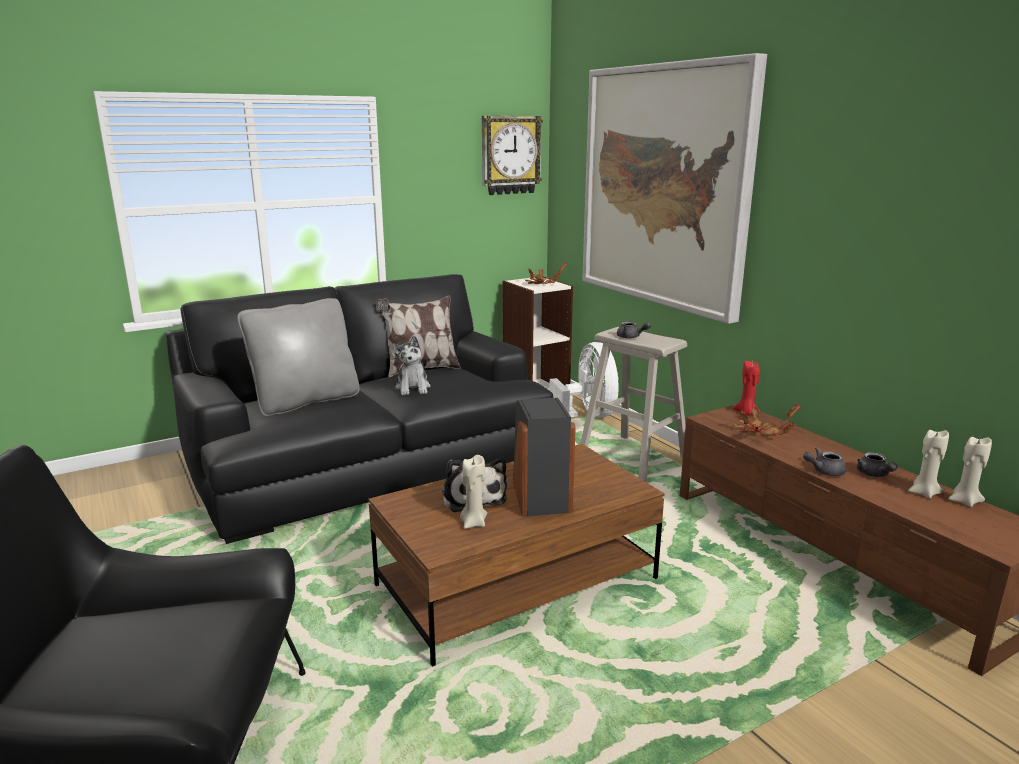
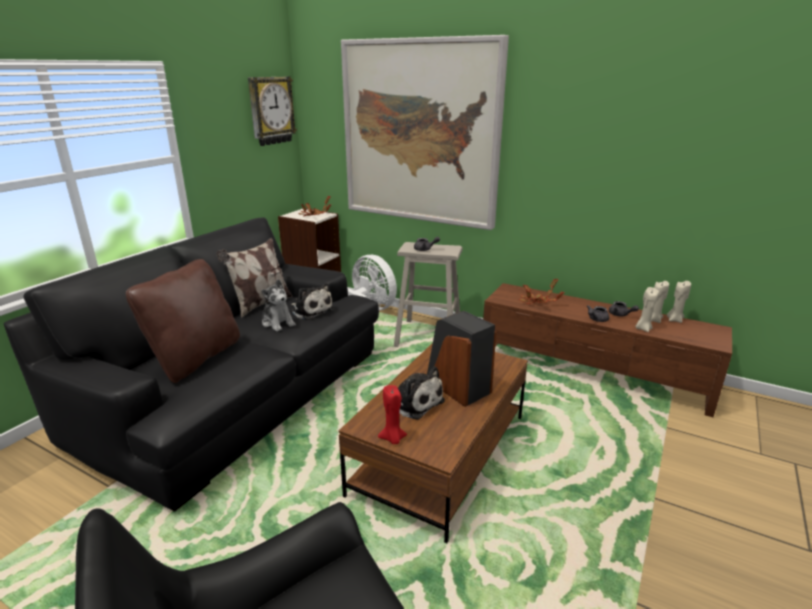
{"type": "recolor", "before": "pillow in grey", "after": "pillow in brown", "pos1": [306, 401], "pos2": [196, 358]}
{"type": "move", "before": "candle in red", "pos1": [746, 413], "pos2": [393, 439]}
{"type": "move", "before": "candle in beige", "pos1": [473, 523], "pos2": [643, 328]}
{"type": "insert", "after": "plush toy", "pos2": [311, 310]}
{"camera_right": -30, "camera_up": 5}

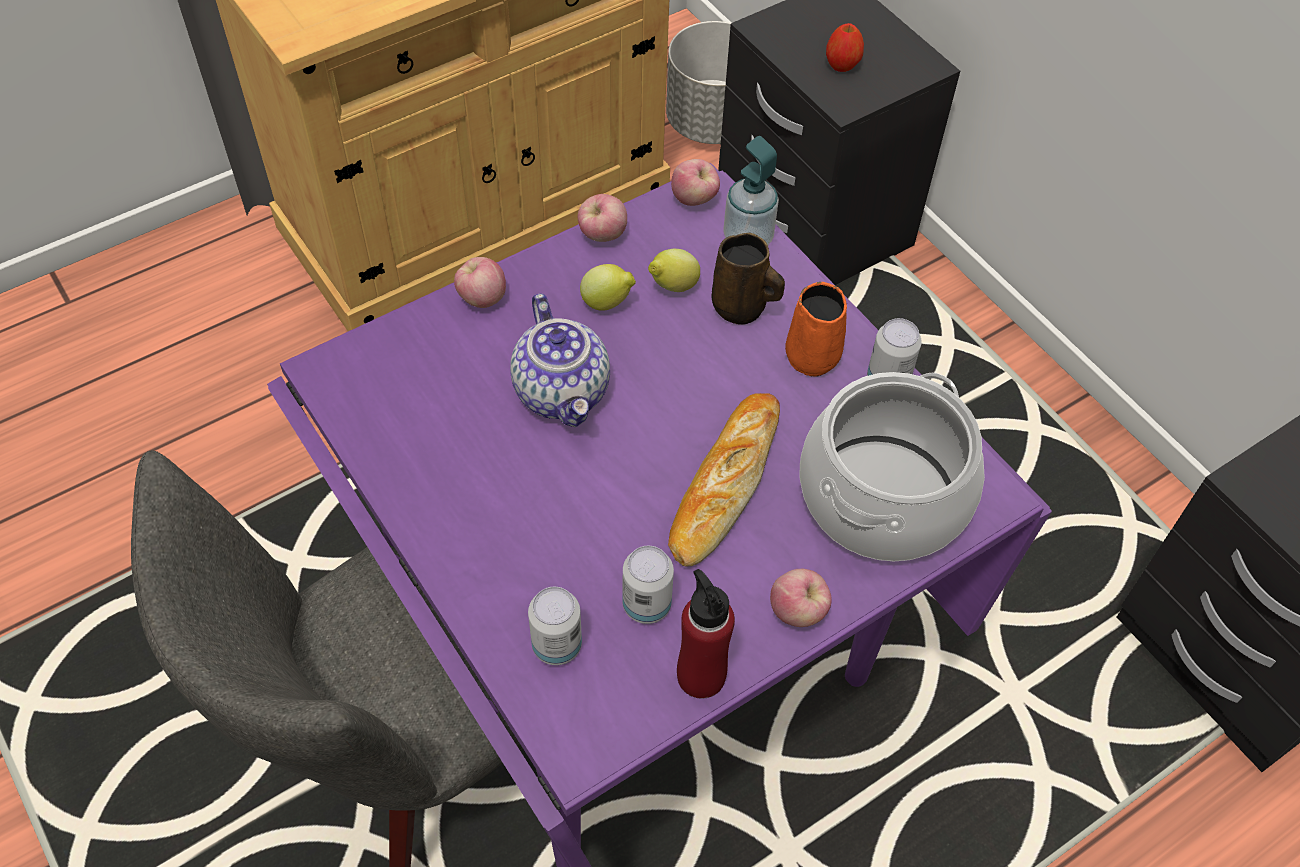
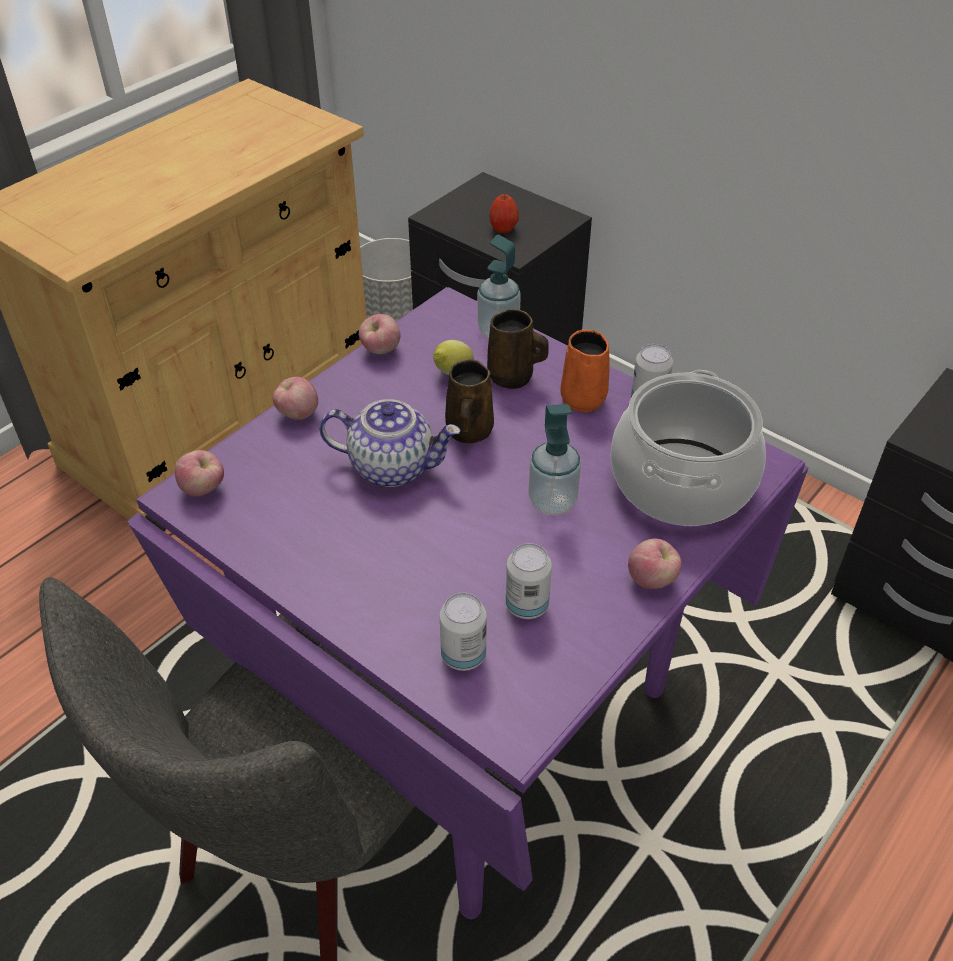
{"type": "move", "before": "apple", "pos1": [694, 199], "pos2": [203, 489]}
{"type": "delete", "before": "lemon", "pos1": [608, 303]}
{"type": "rotate", "before": "teapot", "pos1": [563, 392], "pos2": [393, 466], "turn": -45}
{"type": "replace", "before": "bread", "after": "soap dispenser", "pos1": [724, 483], "pos2": [552, 502]}
{"type": "delete", "before": "bottle in red", "pos1": [701, 675]}
{"type": "insert", "after": "mug in brown", "pos2": [468, 432]}
{"camera_right": -15, "camera_up": -10}

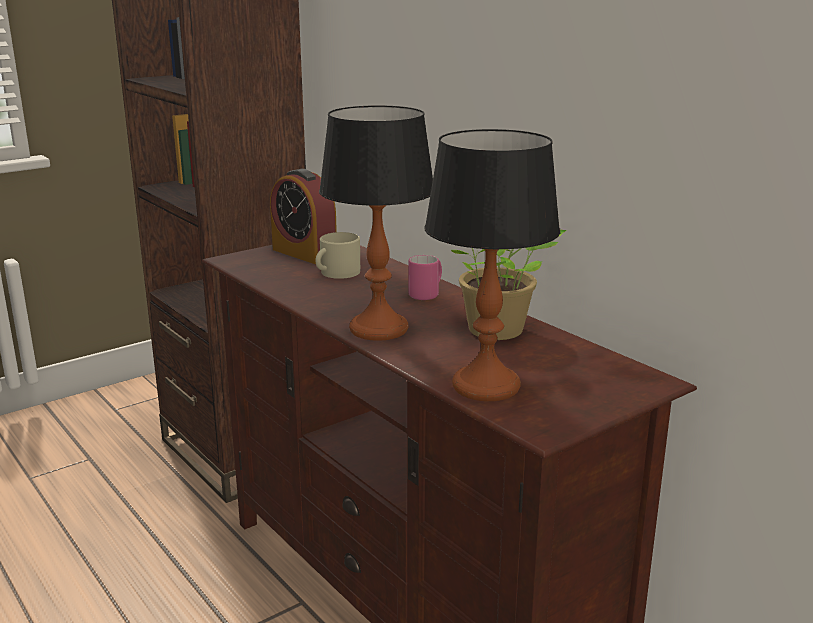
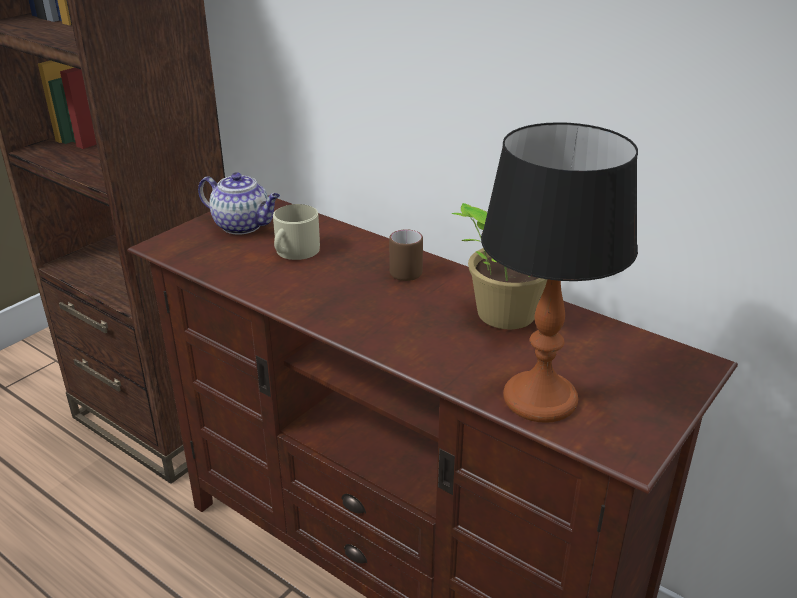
{"type": "delete", "before": "table lamp", "pos1": [378, 329]}
{"type": "replace", "before": "alarm clock", "after": "teapot", "pos1": [304, 253], "pos2": [243, 226]}
{"type": "recolor", "before": "mug in pink", "after": "mug in brown", "pos1": [427, 294], "pos2": [408, 271]}
{"camera_right": -15, "camera_up": 10}

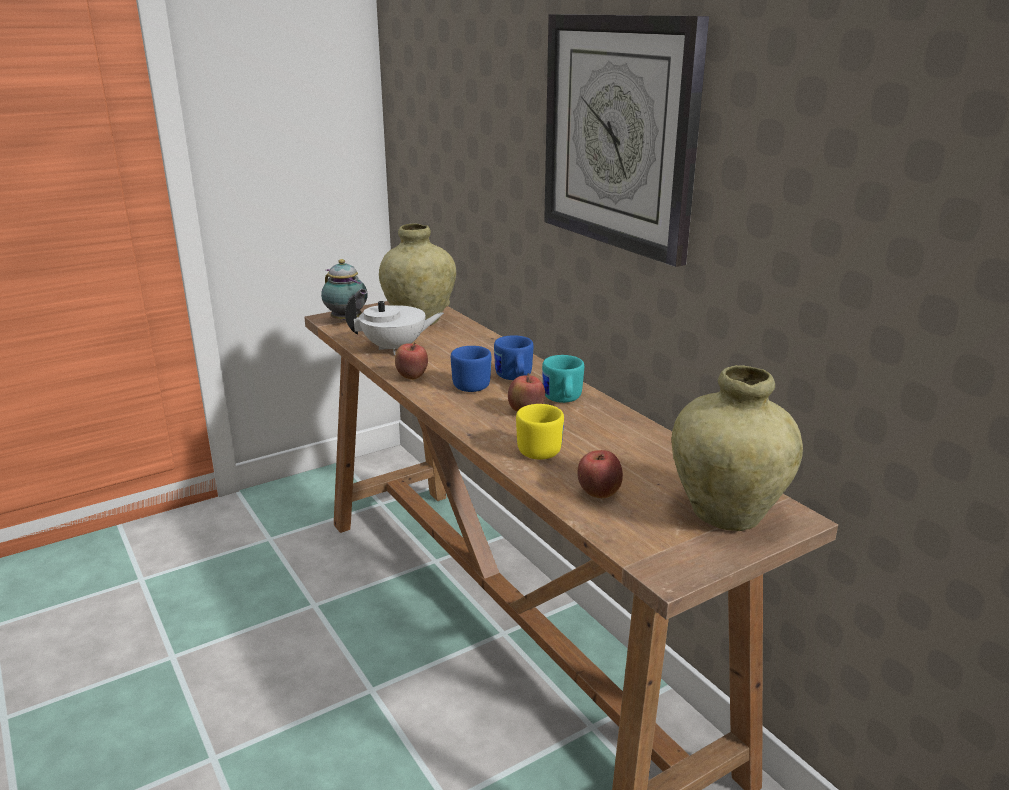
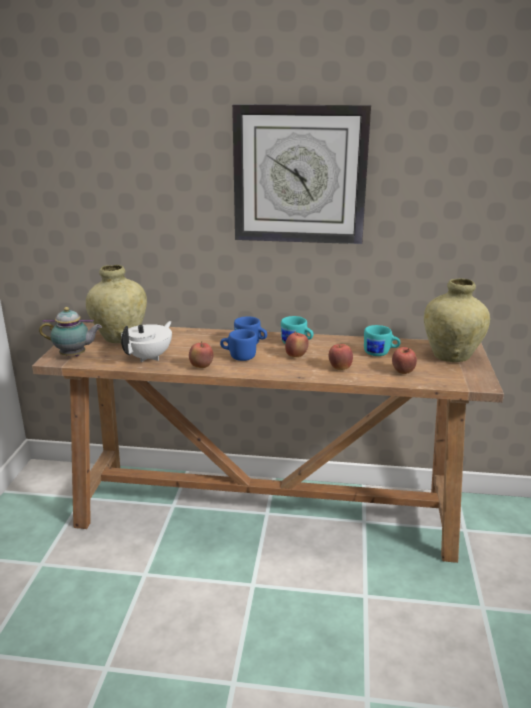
{"type": "replace", "before": "mug in yellow", "after": "apple", "pos1": [536, 449], "pos2": [340, 368]}
{"type": "insert", "after": "mug in turquoise", "pos2": [380, 353]}
{"camera_right": -50, "camera_up": 0}

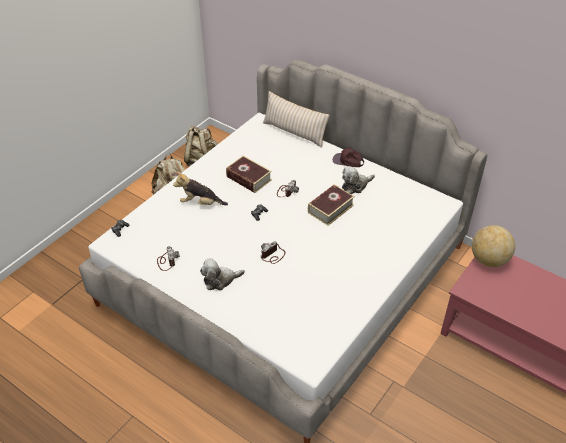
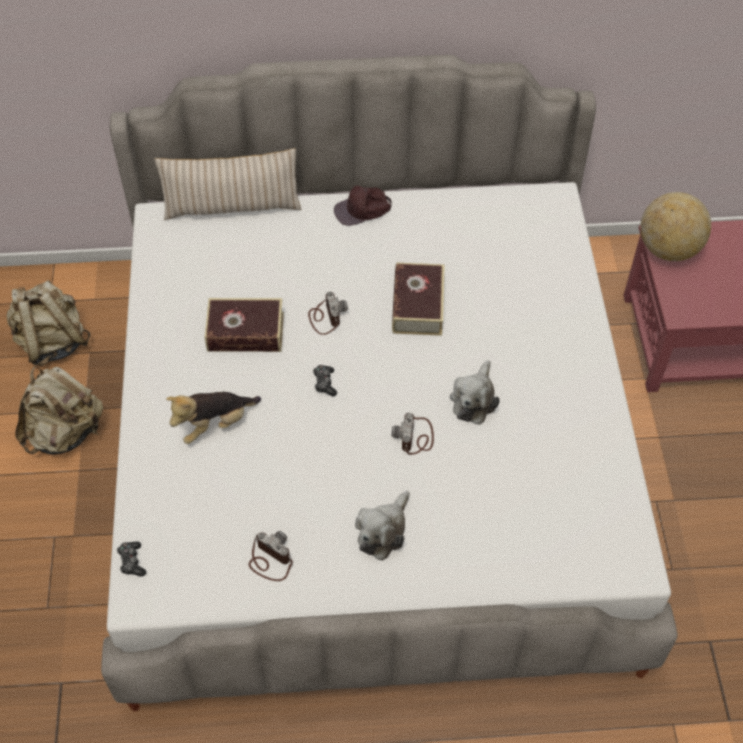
{"type": "move", "before": "plush toy", "pos1": [355, 185], "pos2": [474, 399]}
{"camera_right": -40, "camera_up": 10}

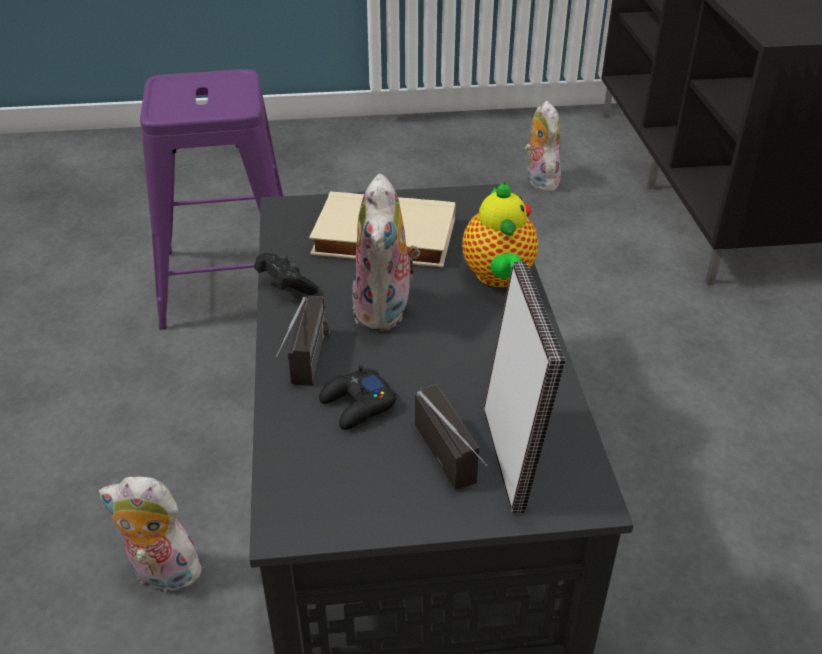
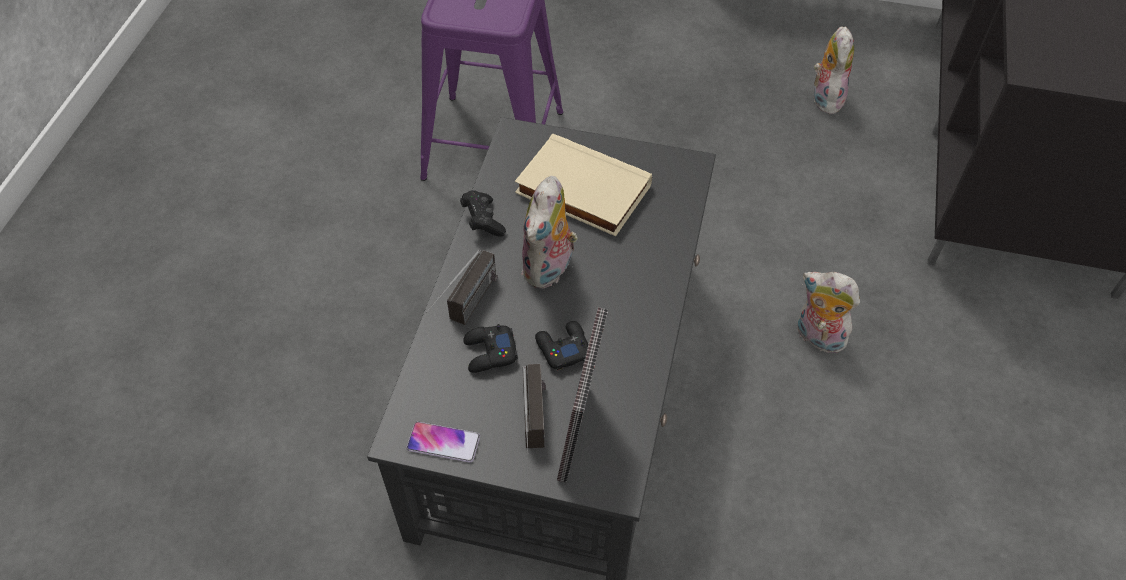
{"type": "delete", "before": "teapot", "pos1": [498, 277]}
{"type": "move", "before": "plush toy", "pos1": [161, 574], "pos2": [817, 337]}
{"type": "insert", "after": "game controller in black", "pos2": [562, 348]}
{"type": "insert", "after": "phone", "pos2": [443, 442]}
{"camera_right": 20, "camera_up": 15}

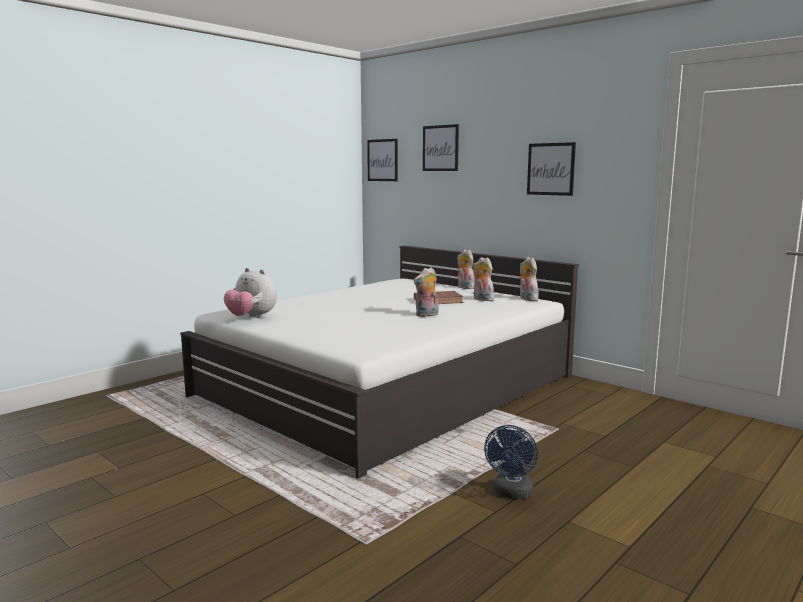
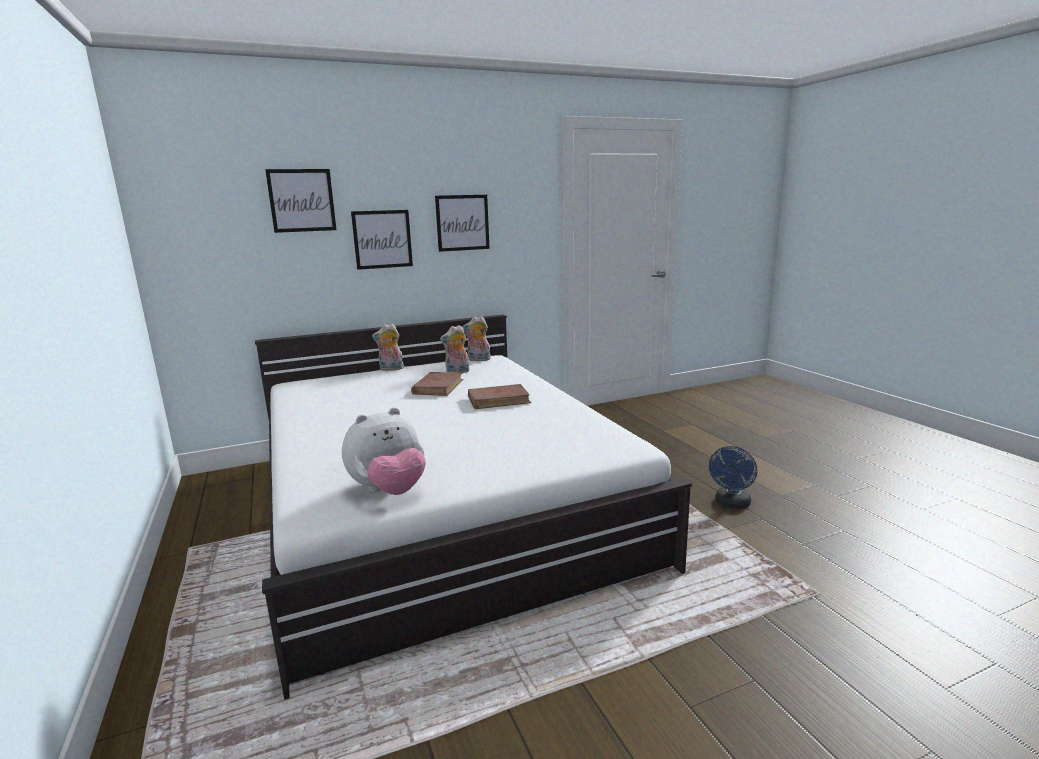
{"type": "move", "before": "picture", "pos1": [382, 160], "pos2": [382, 239]}
{"type": "replace", "before": "plush toy", "after": "book in brown", "pos1": [427, 315], "pos2": [499, 400]}
{"type": "rotate", "before": "fan in blue", "pos1": [511, 493], "pos2": [731, 504], "turn": 75}
{"camera_right": -65, "camera_up": 5}

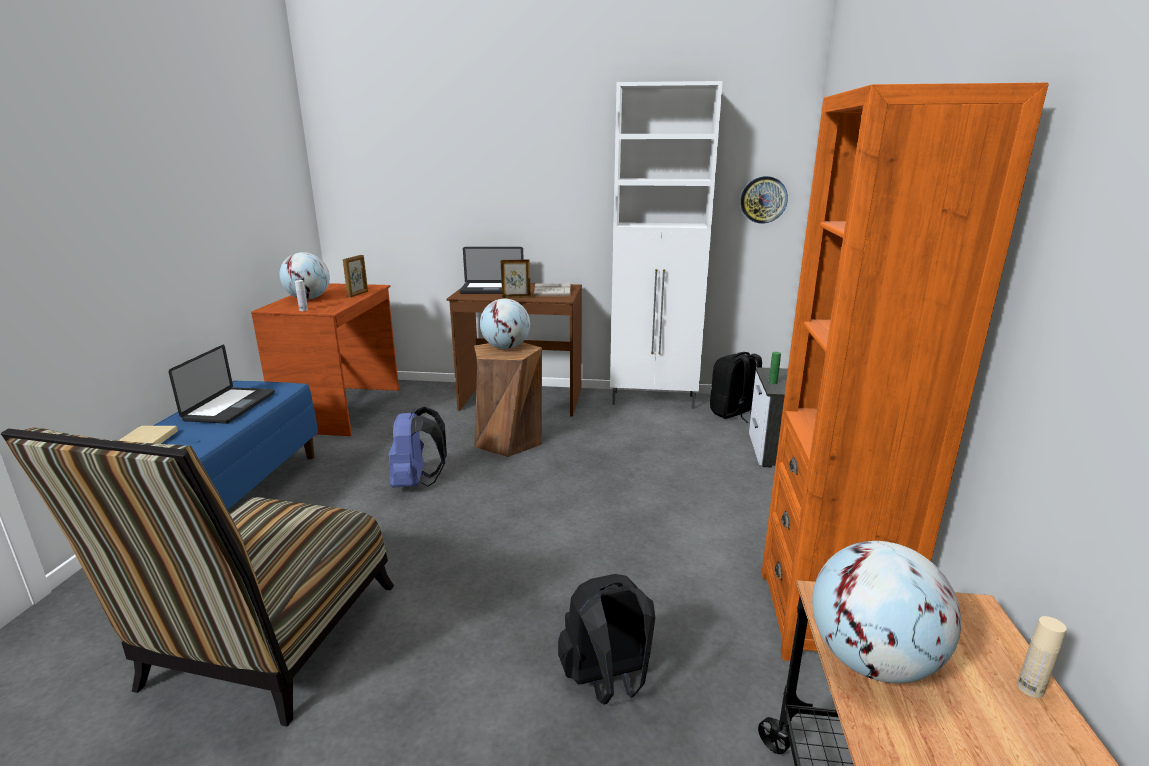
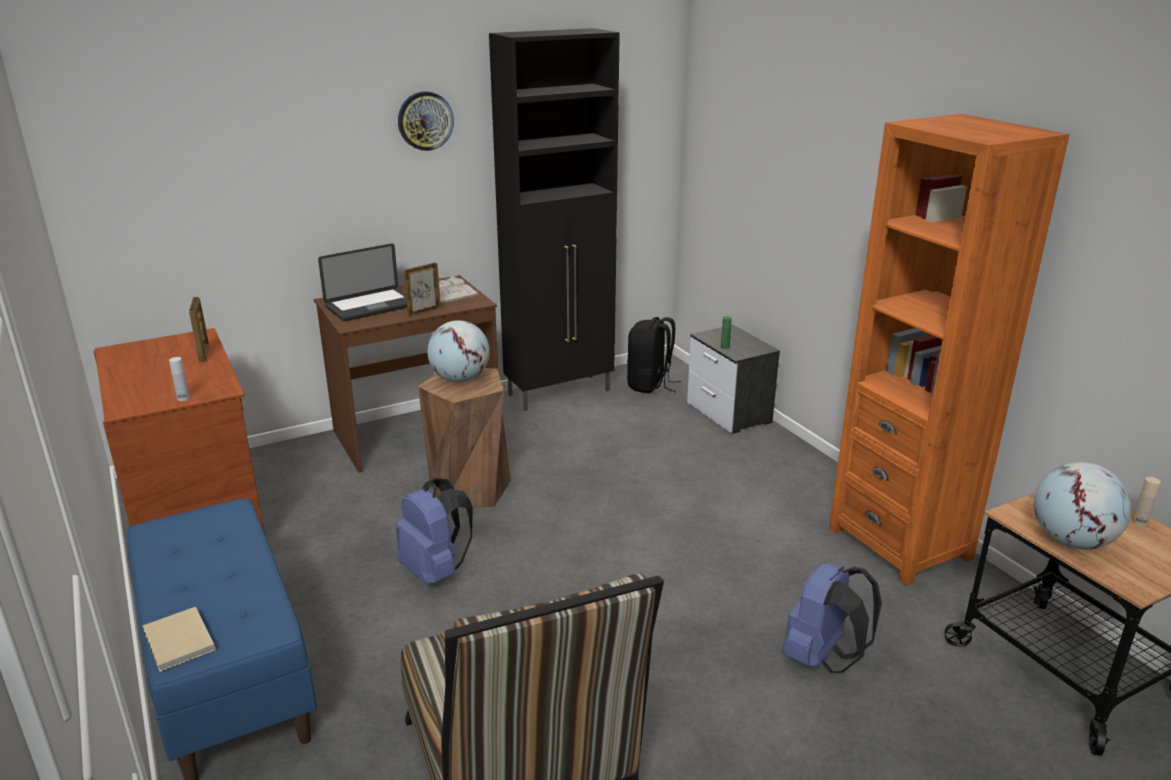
{"type": "recolor", "before": "cabinet in white", "after": "cabinet in black", "pos1": [654, 400], "pos2": [561, 392]}
{"type": "move", "before": "wall clock", "pos1": [763, 200], "pos2": [425, 121]}
{"type": "delete", "before": "globe", "pos1": [308, 299]}
{"type": "delete", "before": "laptop", "pos1": [230, 406]}
{"type": "recolor", "before": "backpack in black", "after": "backpack in blue", "pos1": [607, 682], "pos2": [822, 658]}
{"camera_right": -35, "camera_up": 5}

